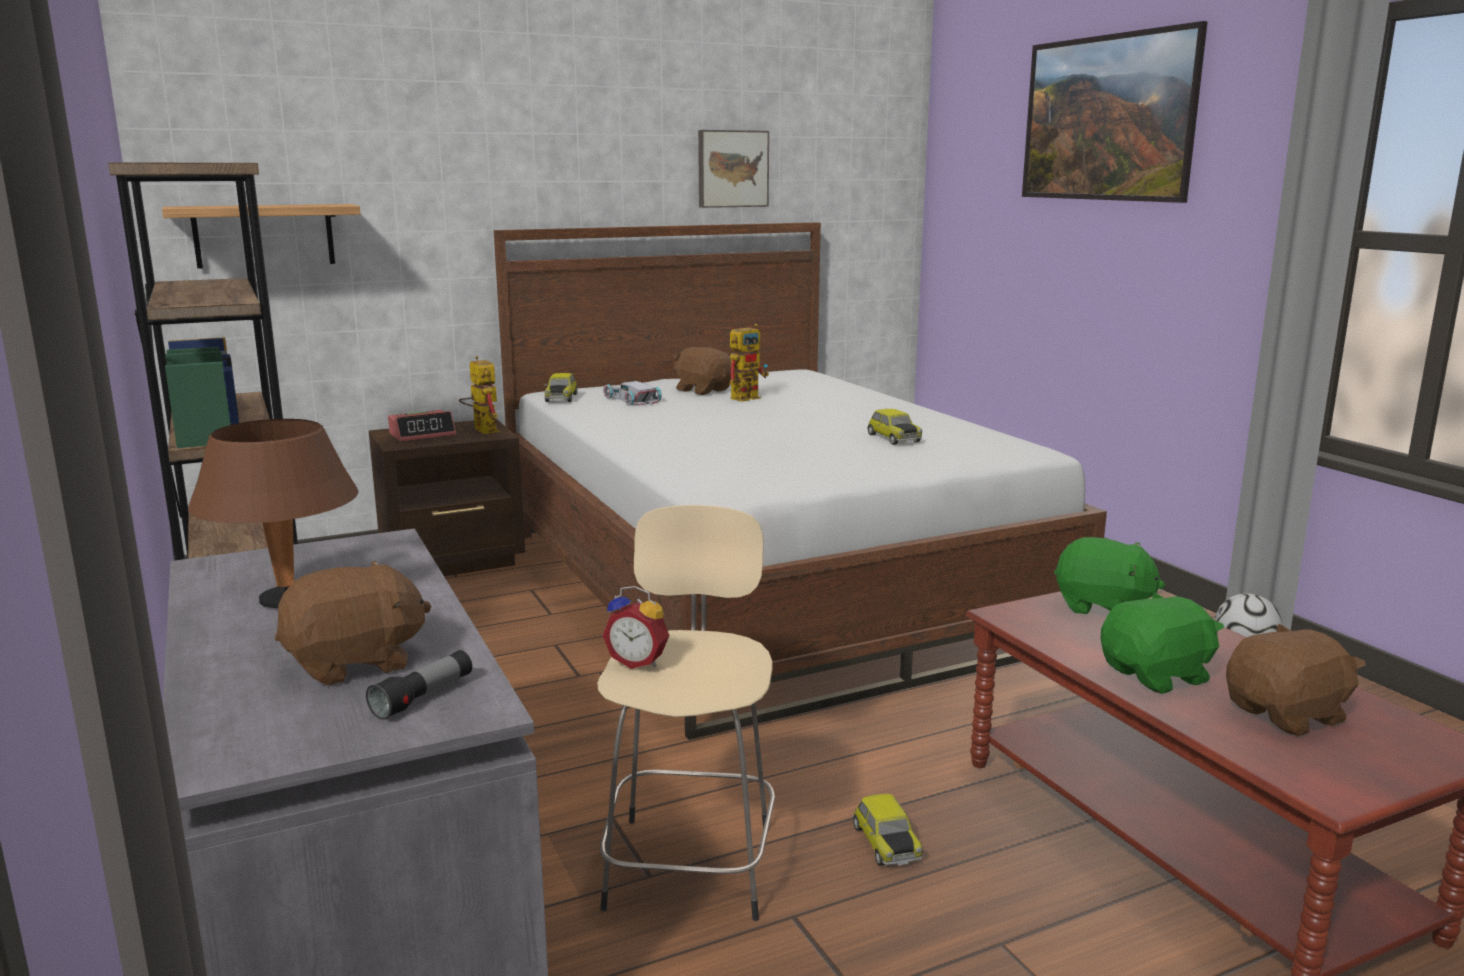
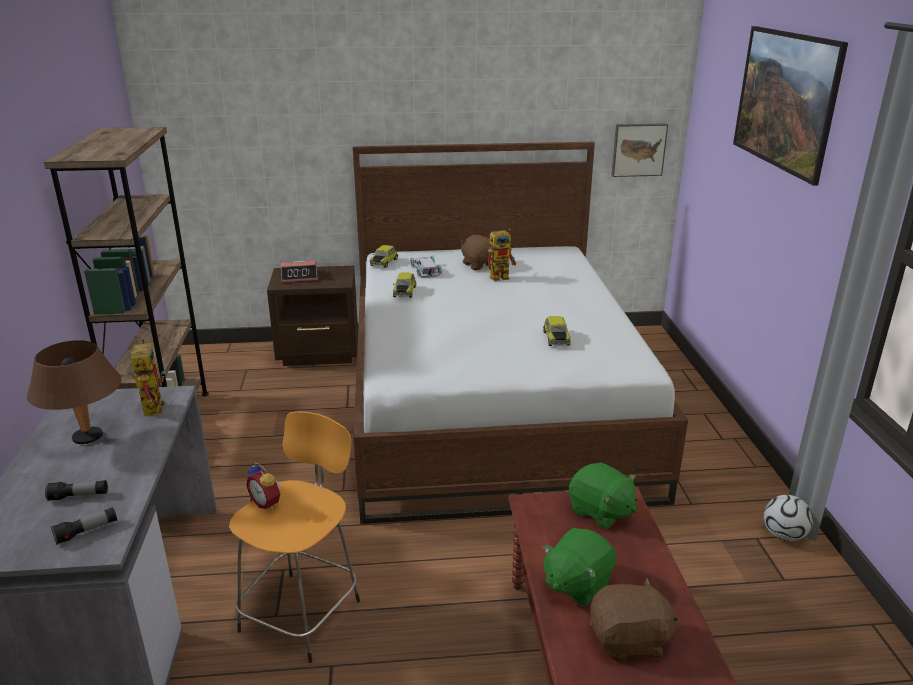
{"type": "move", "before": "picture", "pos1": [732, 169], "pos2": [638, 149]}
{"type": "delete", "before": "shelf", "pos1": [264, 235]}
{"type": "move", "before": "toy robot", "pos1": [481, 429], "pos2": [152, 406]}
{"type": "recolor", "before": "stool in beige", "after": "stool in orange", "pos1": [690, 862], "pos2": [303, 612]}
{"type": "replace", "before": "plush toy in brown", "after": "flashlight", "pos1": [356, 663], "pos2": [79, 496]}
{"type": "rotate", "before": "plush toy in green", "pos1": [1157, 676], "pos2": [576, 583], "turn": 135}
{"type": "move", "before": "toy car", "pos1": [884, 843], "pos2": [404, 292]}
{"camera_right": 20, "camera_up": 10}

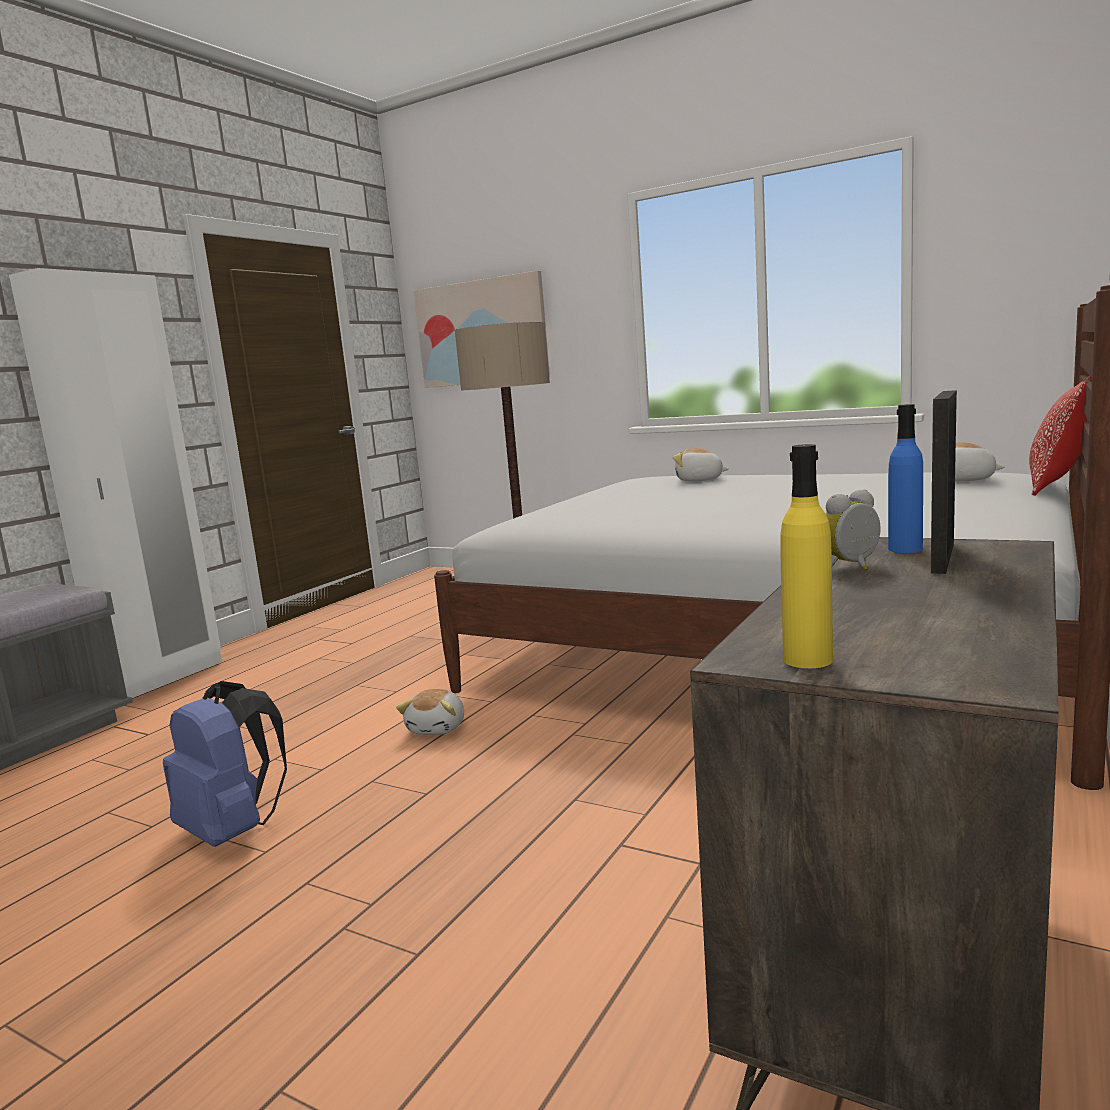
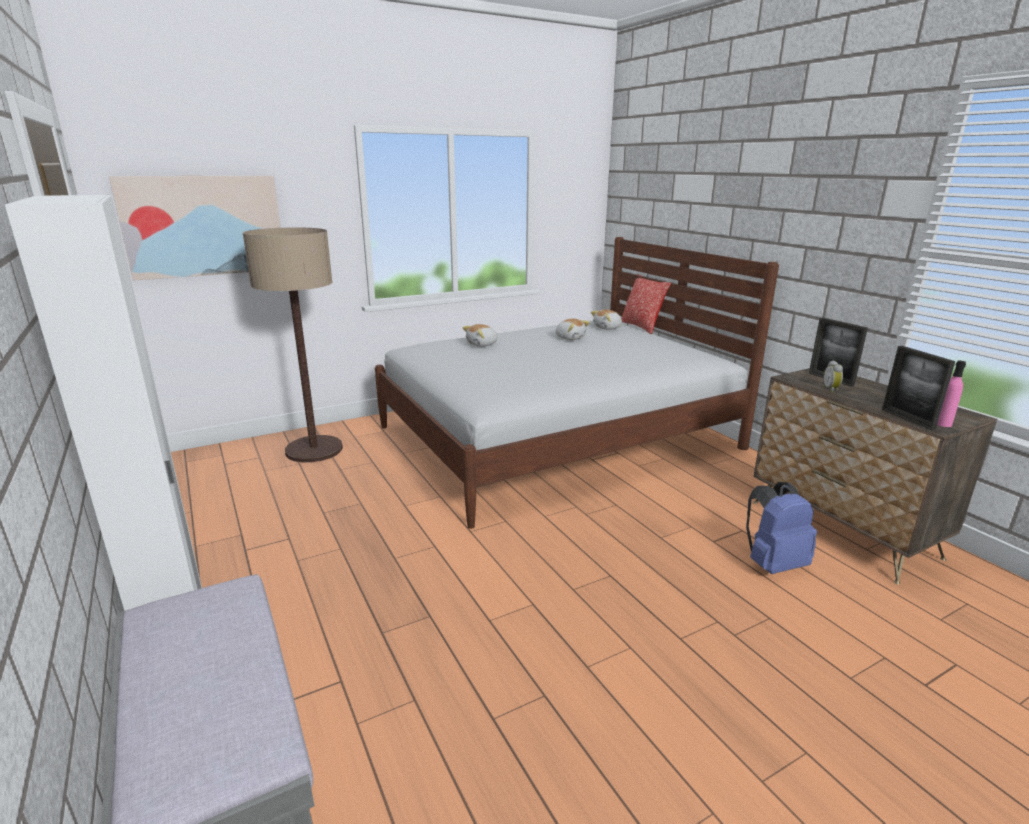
{"type": "delete", "before": "bottle in blue", "pos1": [905, 549]}
{"type": "recolor", "before": "bottle in yellow", "after": "bottle in pink", "pos1": [807, 660], "pos2": [943, 424]}
{"type": "move", "before": "backpack in blue", "pos1": [233, 830], "pos2": [773, 564]}
{"type": "move", "before": "plush toy", "pos1": [438, 728], "pos2": [570, 338]}
{"type": "insert", "after": "picture frame", "pos2": [907, 419]}
{"camera_right": -60, "camera_up": 10}

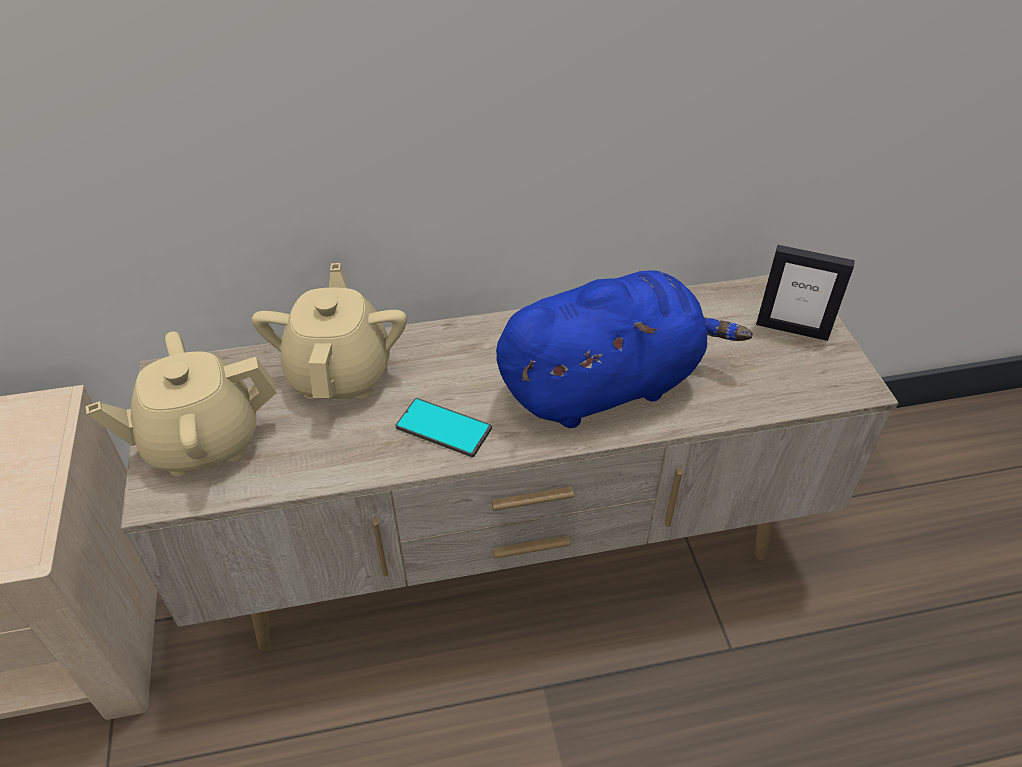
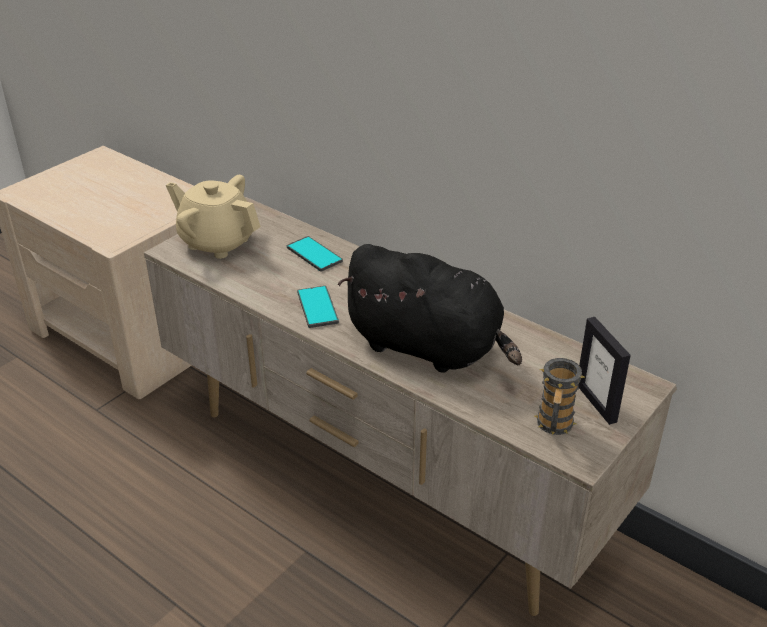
{"type": "replace", "before": "teapot in beige", "after": "phone", "pos1": [340, 373], "pos2": [314, 254]}
{"type": "recolor", "before": "plush toy in blue", "after": "plush toy in black", "pos1": [606, 385], "pos2": [429, 348]}
{"type": "insert", "after": "mug", "pos2": [554, 427]}
{"camera_right": 50, "camera_up": -10}

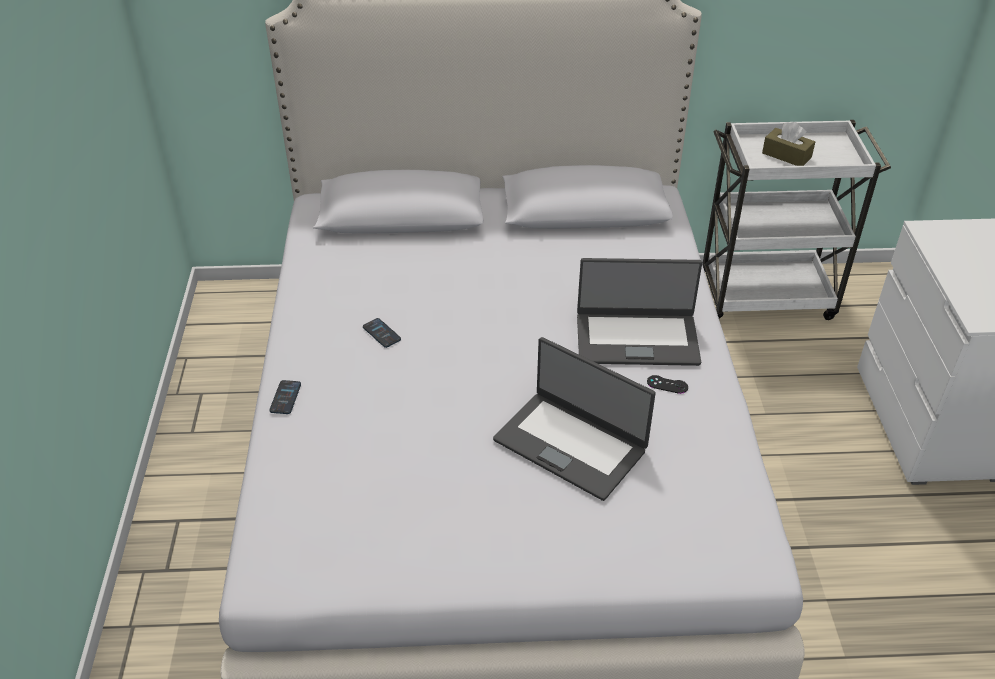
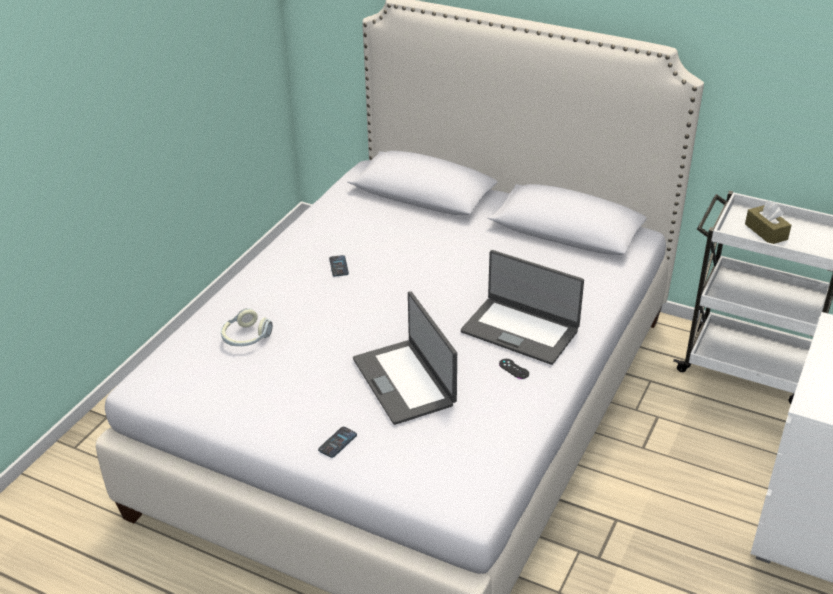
{"type": "move", "before": "phone", "pos1": [285, 397], "pos2": [337, 442]}
{"type": "insert", "after": "headphones", "pos2": [246, 338]}
{"camera_right": 30, "camera_up": -5}

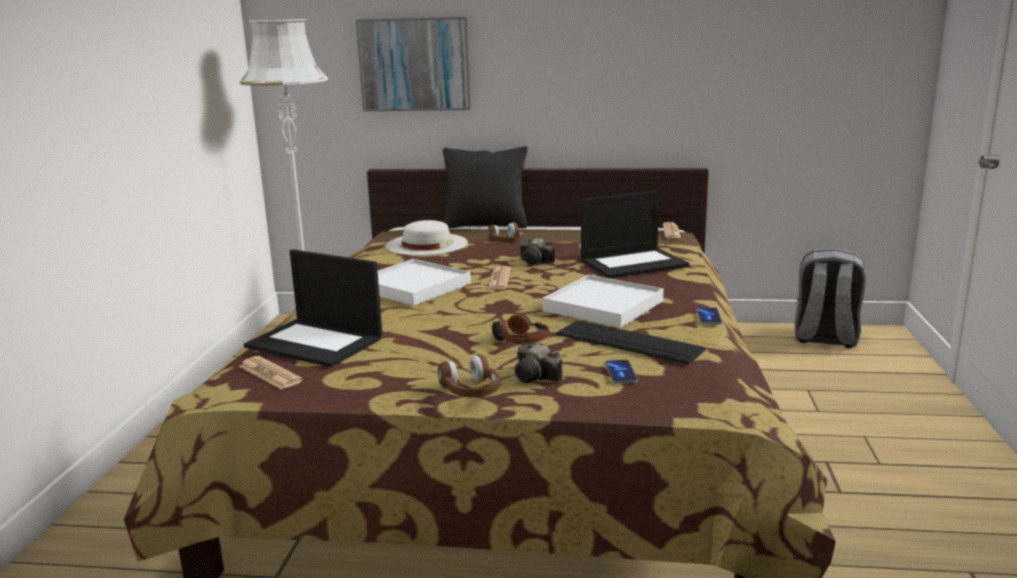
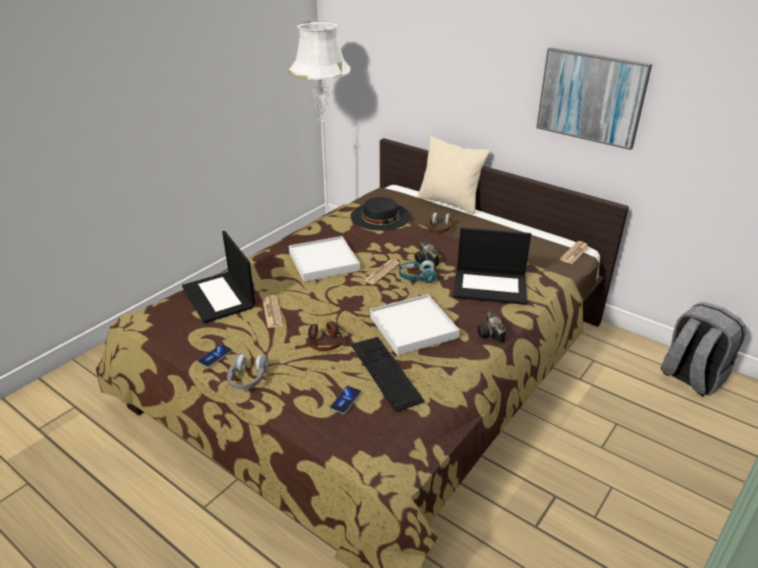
{"type": "move", "before": "picture", "pos1": [415, 64], "pos2": [591, 97]}
{"type": "recolor", "before": "pillow in black", "after": "pillow in beige", "pos1": [486, 225], "pos2": [449, 202]}
{"type": "recolor", "before": "hat in white", "after": "hat in black", "pos1": [427, 244], "pos2": [380, 216]}
{"type": "move", "before": "phone", "pos1": [708, 317], "pos2": [215, 357]}
{"type": "move", "before": "photo camera", "pos1": [537, 377], "pos2": [491, 335]}
{"type": "recolor", "before": "headphones in brown", "after": "headphones in grey", "pos1": [471, 391], "pos2": [247, 378]}
{"type": "move", "before": "newspaper", "pos1": [270, 374], "pos2": [272, 312]}
{"type": "insert", "after": "headphones in turquoise", "pos2": [417, 277]}
{"camera_right": 30, "camera_up": 15}

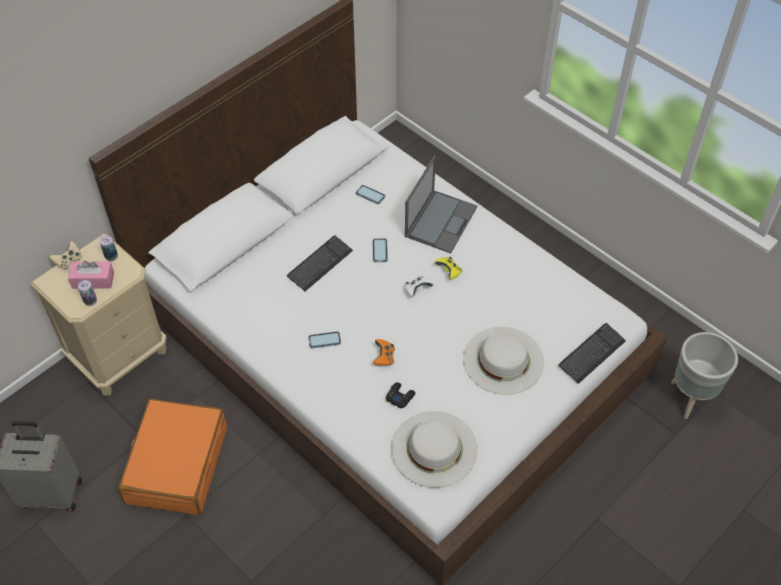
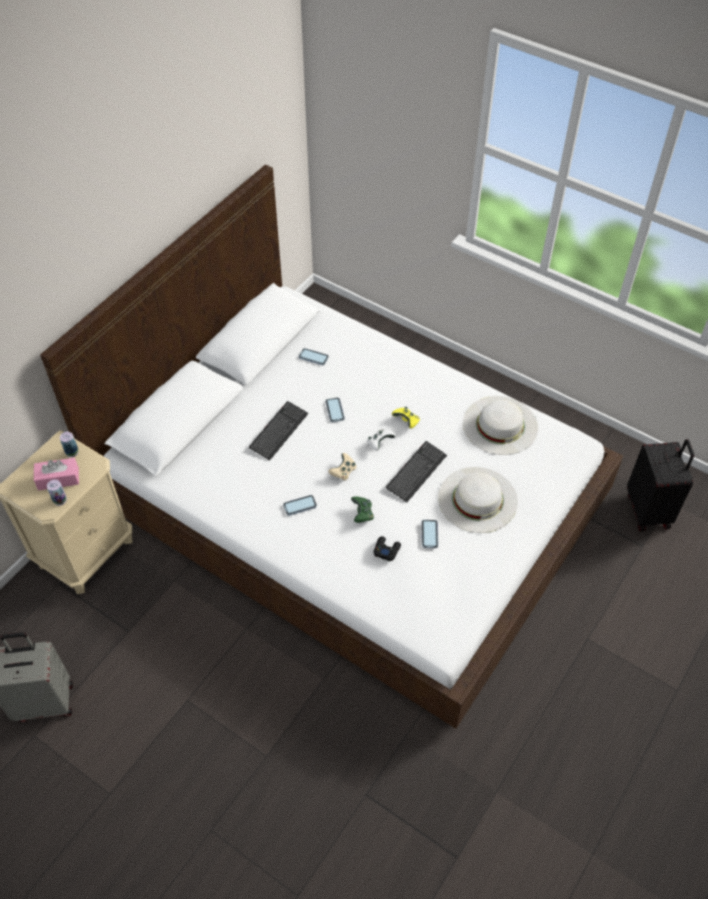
{"type": "delete", "before": "laptop", "pos1": [441, 221]}
{"type": "move", "before": "game controller in beige", "pos1": [68, 261], "pos2": [343, 472]}
{"type": "move", "before": "keyboard", "pos1": [591, 354], "pos2": [416, 472]}
{"type": "replace", "before": "planter in grey", "after": "suitcase in black", "pos1": [691, 399], "pos2": [649, 510]}
{"type": "recolor", "before": "game controller in orange", "after": "game controller in green", "pos1": [384, 358], "pos2": [362, 514]}
{"type": "delete", "before": "suitcase in orange", "pos1": [176, 464]}
{"type": "move", "before": "hat in white", "pos1": [434, 449], "pos2": [500, 425]}
{"type": "insert", "after": "phone", "pos2": [429, 534]}
{"camera_right": -10, "camera_up": 0}

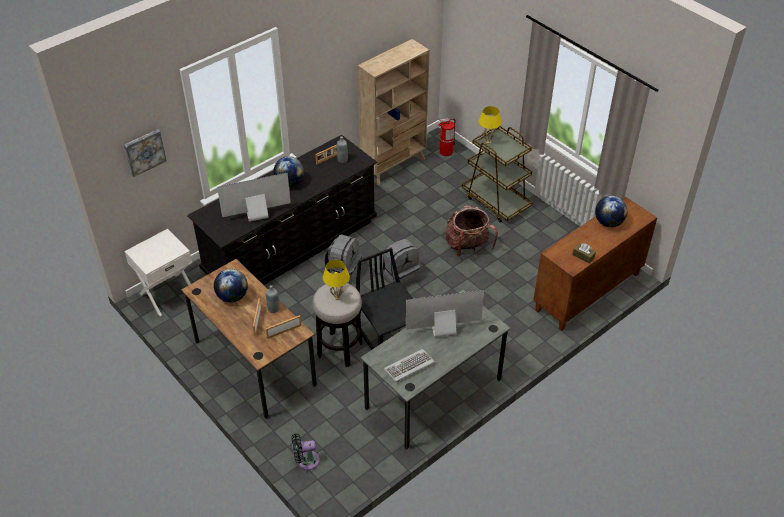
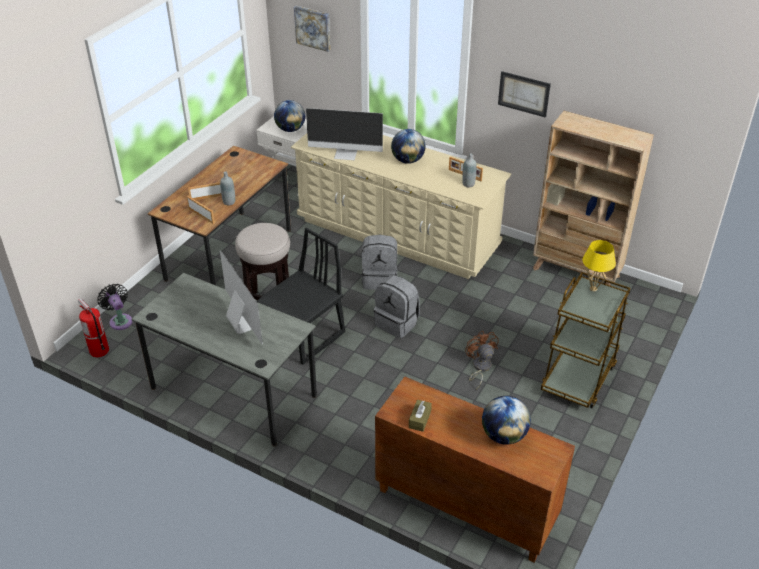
{"type": "move", "before": "fire extinguisher", "pos1": [446, 152], "pos2": [99, 350]}
{"type": "recolor", "before": "dresser in black", "after": "dresser in beige", "pos1": [291, 246], "pos2": [397, 233]}
{"type": "rotate", "before": "monitor", "pos1": [257, 215], "pos2": [346, 154], "turn": 135}
{"type": "replace", "before": "backpack", "after": "fan in brown", "pos1": [467, 246], "pos2": [480, 368]}
{"type": "delete", "before": "table lamp in yellow", "pos1": [337, 297]}
{"type": "move", "before": "globe", "pos1": [232, 297], "pos2": [290, 129]}
{"type": "delete", "before": "keyboard", "pos1": [409, 367]}
{"type": "insert", "after": "picture", "pos2": [524, 94]}
{"camera_right": 70, "camera_up": -5}

